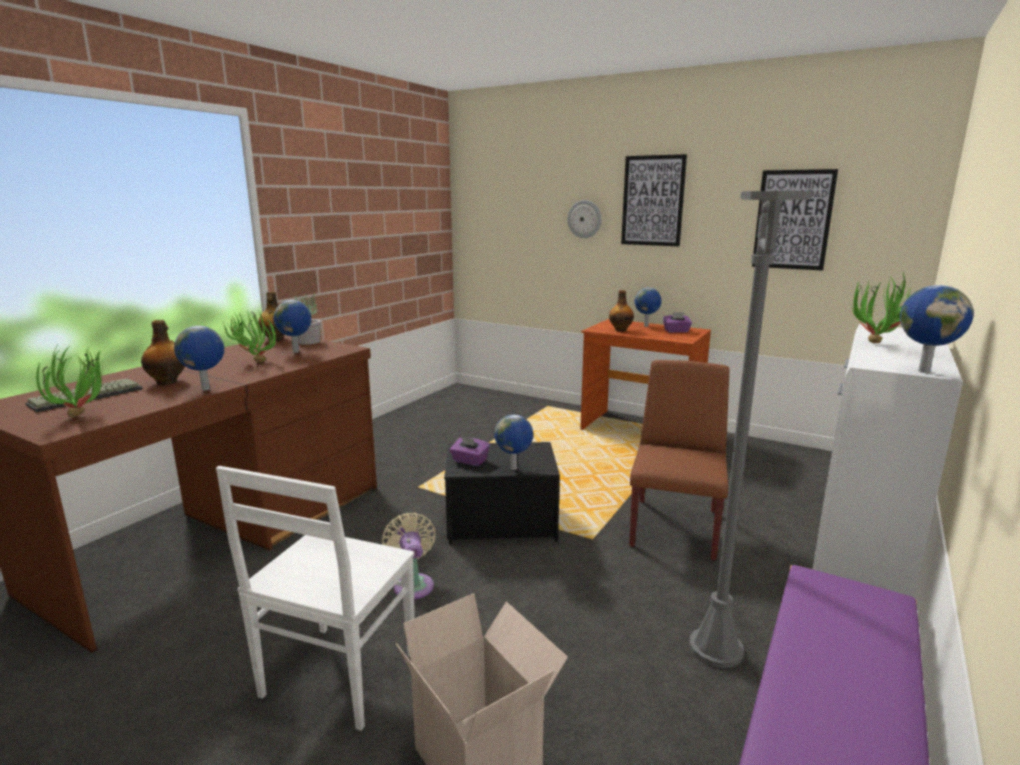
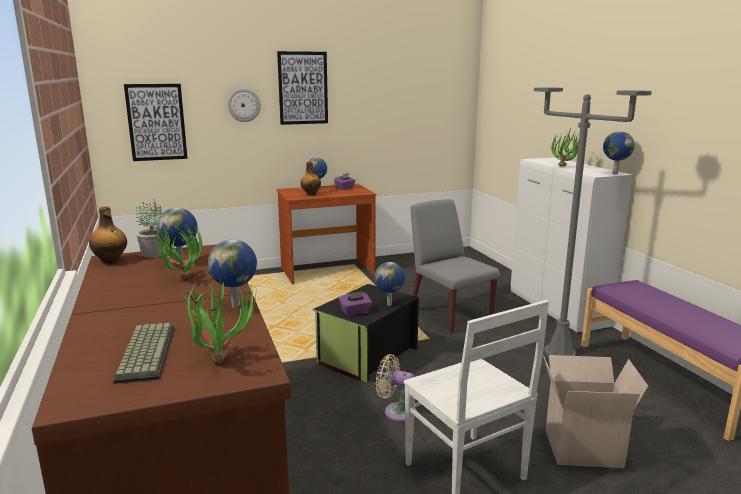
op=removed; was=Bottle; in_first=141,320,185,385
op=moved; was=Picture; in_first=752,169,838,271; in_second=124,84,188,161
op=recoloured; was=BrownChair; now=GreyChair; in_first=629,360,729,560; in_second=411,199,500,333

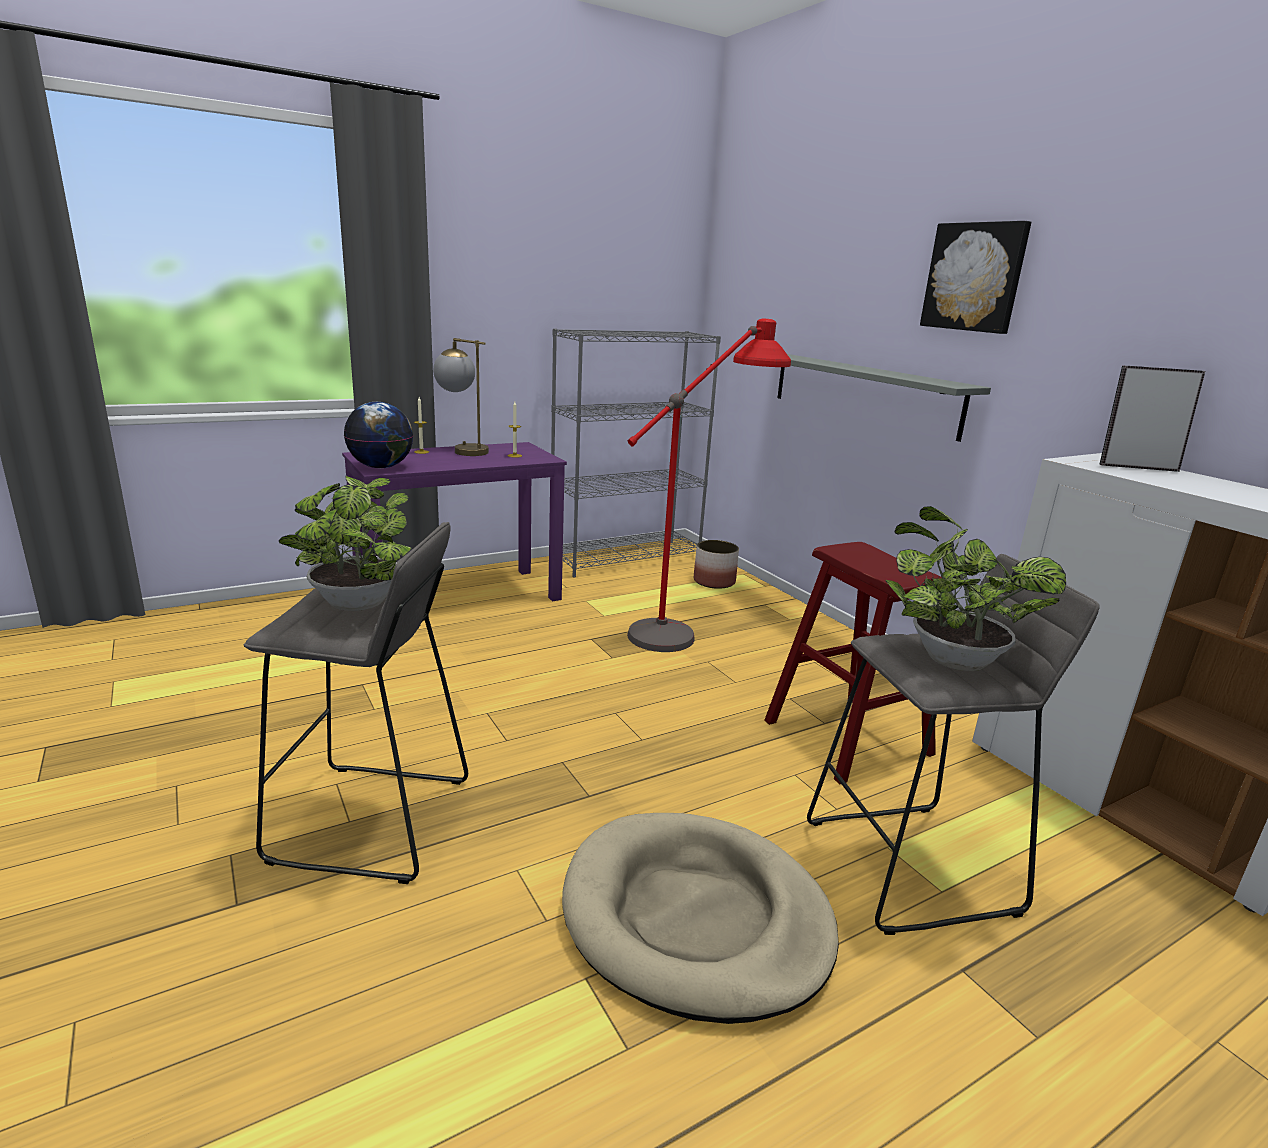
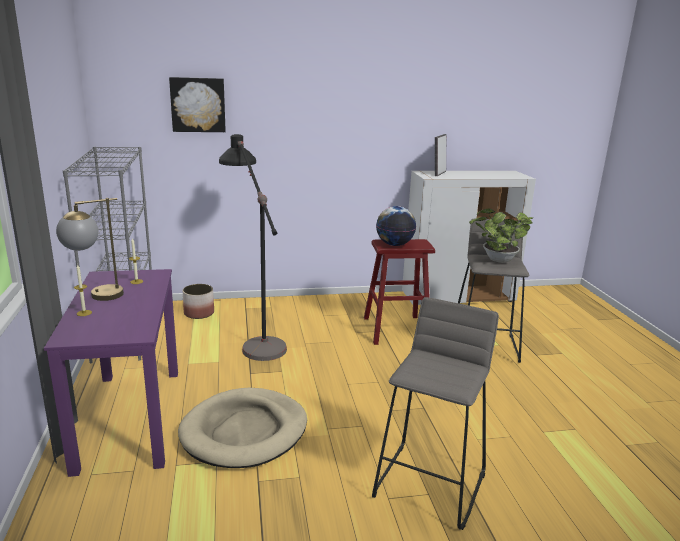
op=removed; was=PottedPlant; in_first=279,476,411,611
op=removed; was=GreyShelf; in_first=778,354,991,442
op=moved; was=Globe; in_first=344,402,413,468; in_second=376,206,416,246
op=moved; was=BeigeDogBed; in_first=562,813,839,1024; in_second=178,388,307,468
op=moved; was=Picture; in_first=920,221,1031,334; in_second=169,77,226,132
op=recoloured; was=RedFloorLamp; now=BlackFloorLamp; in_first=627,319,791,652; in_second=219,134,287,361

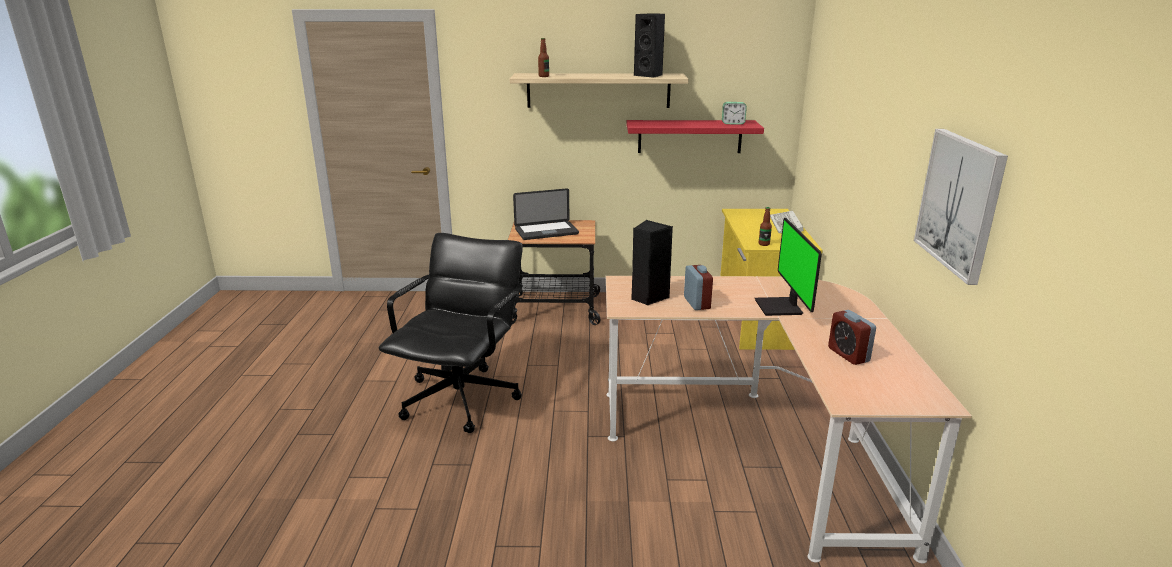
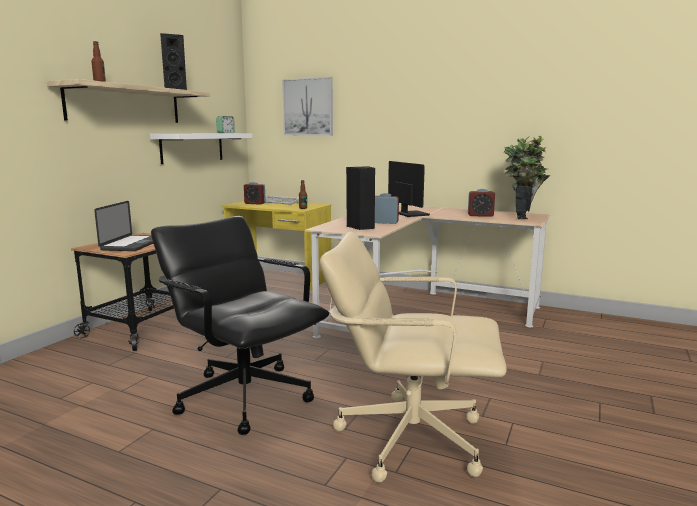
op=added; now=AlarmClock; in_second=244,182,266,205
op=added; now=BeigeOfficeChair; in_second=319,231,507,483
op=added; now=PottedPlant; in_second=504,136,551,219
op=moved; was=Picture; in_first=914,129,1008,285; in_second=282,77,333,136
op=recoloured; was=RedShelf; now=WhiteShelf; in_first=627,120,764,153; in_second=150,133,252,164
op=turned; was=Monitor; in_first=755,218,822,316; in_second=388,161,430,217; clockwise=-135

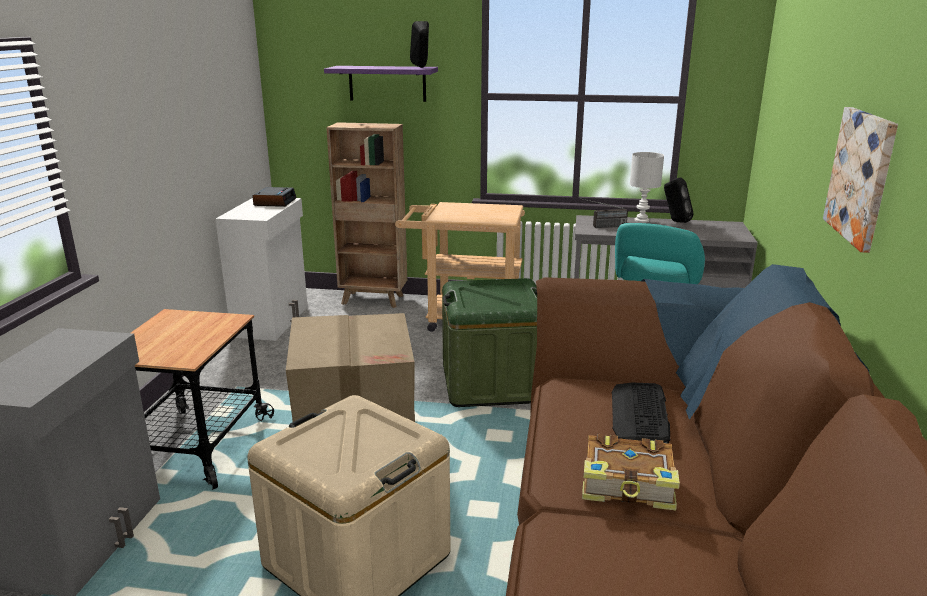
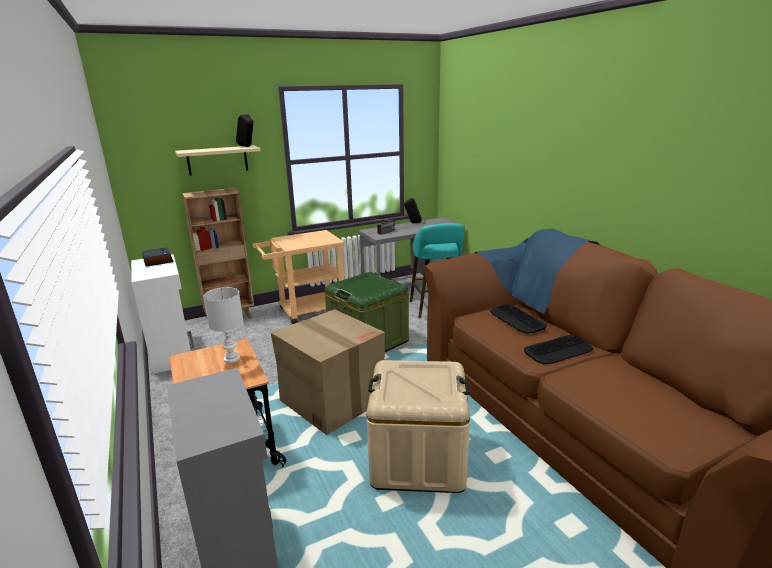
op=removed; was=Picture; in_first=823,107,898,253
op=moved; was=WhiteTableLamp; in_first=630,152,664,223; in_second=203,287,244,363
op=replaced; was=Book; now=Keyboard; in_first=582,434,680,510; in_second=524,334,594,364
op=recoloured; was=PurpleShelf; now=BeigeShelf; in_first=324,66,438,102; in_second=175,146,261,176

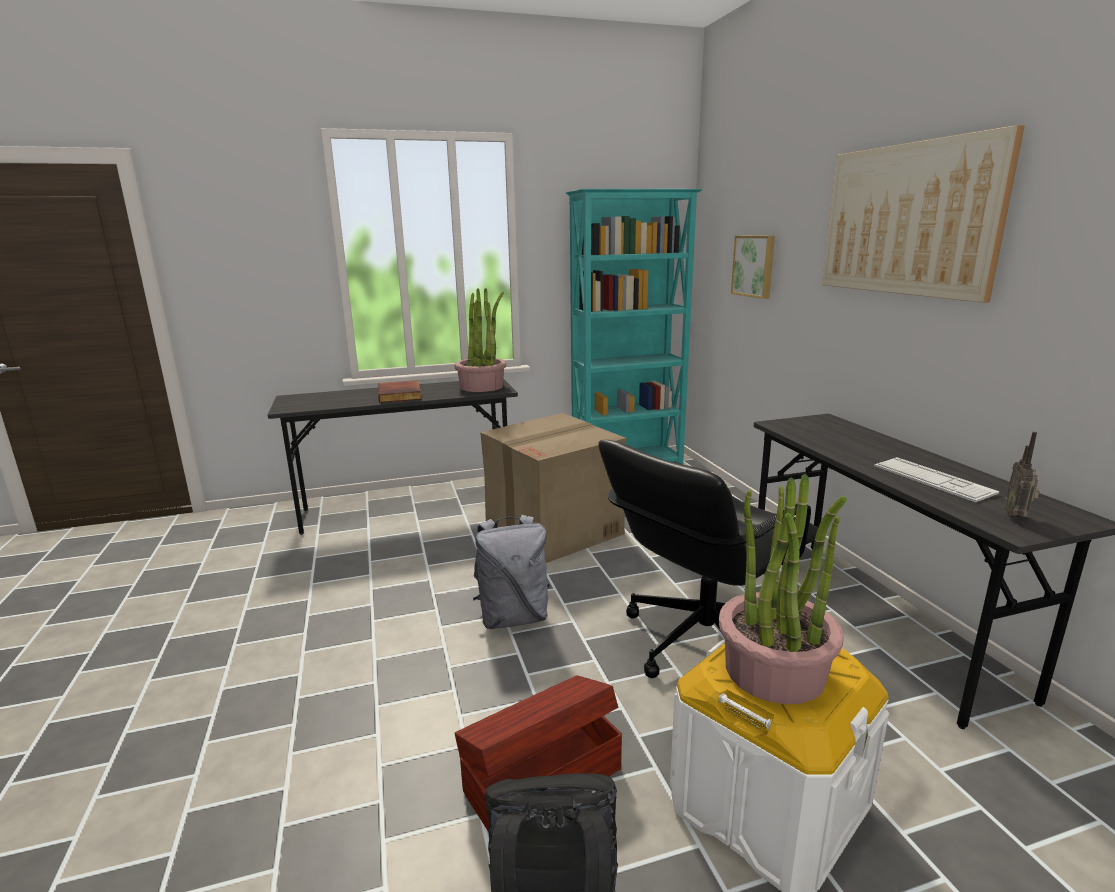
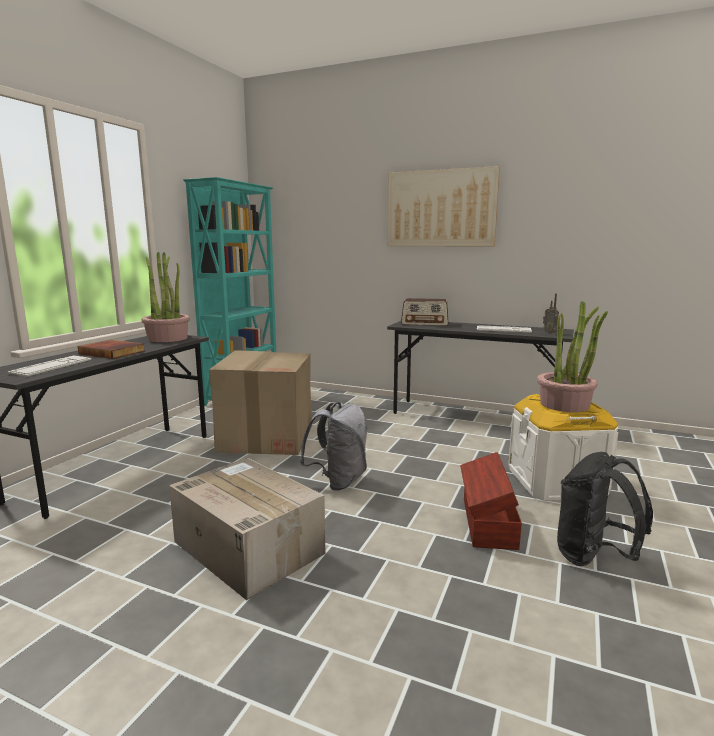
op=removed; was=BlackOfficeChair; in_first=599,440,818,678
op=removed; was=Picture; in_first=731,236,775,299
op=added; now=Keyboard; in_second=8,355,91,377
op=added; now=CardboardBox; in_second=169,458,325,600
op=added; now=Radio; in_second=401,298,448,326

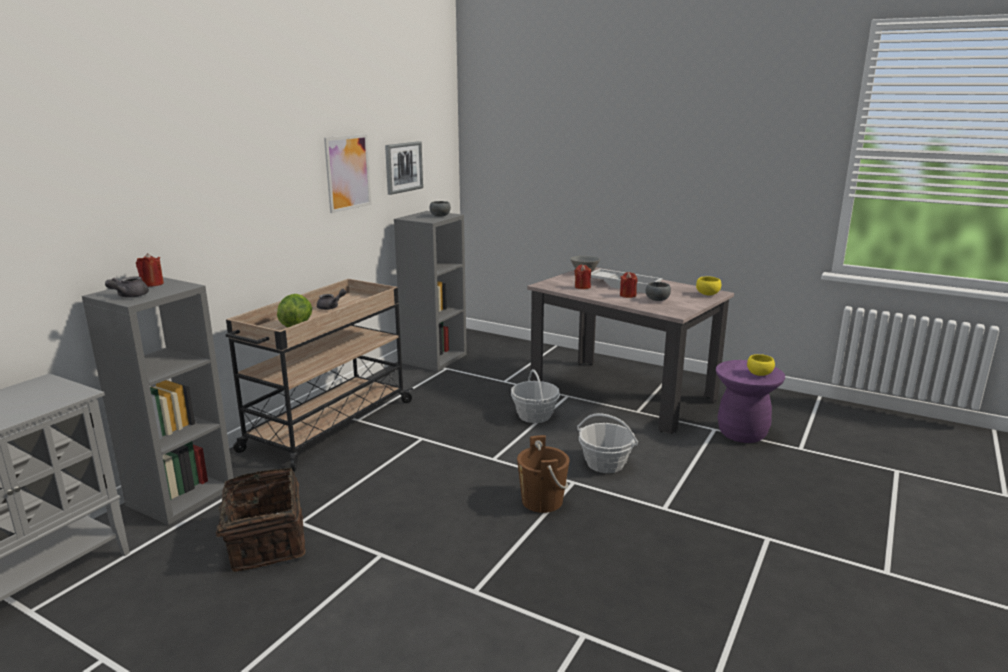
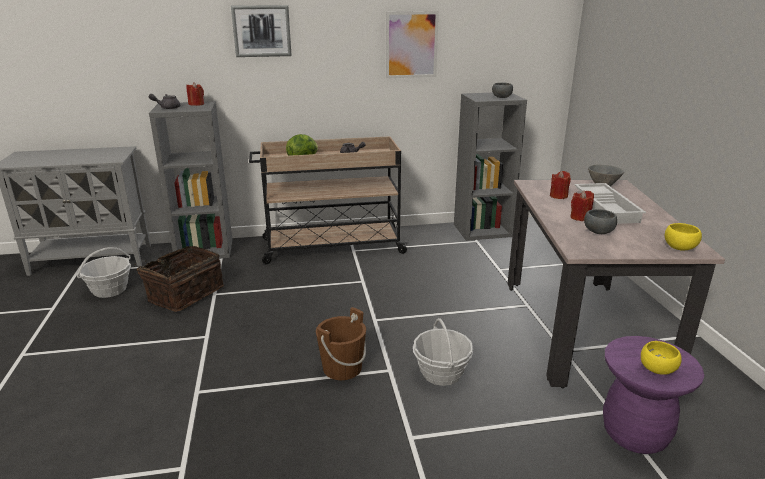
op=moved; was=Picture; in_first=385,141,423,195; in_second=231,5,292,57
op=moved; was=Basket; in_first=511,369,560,423; in_second=77,247,131,298

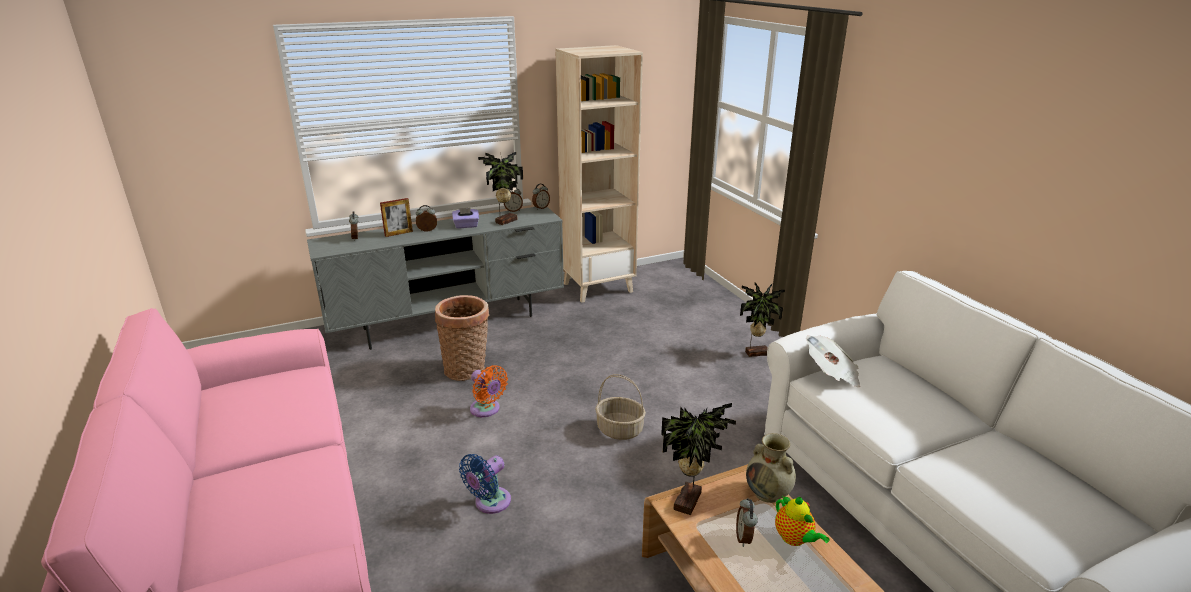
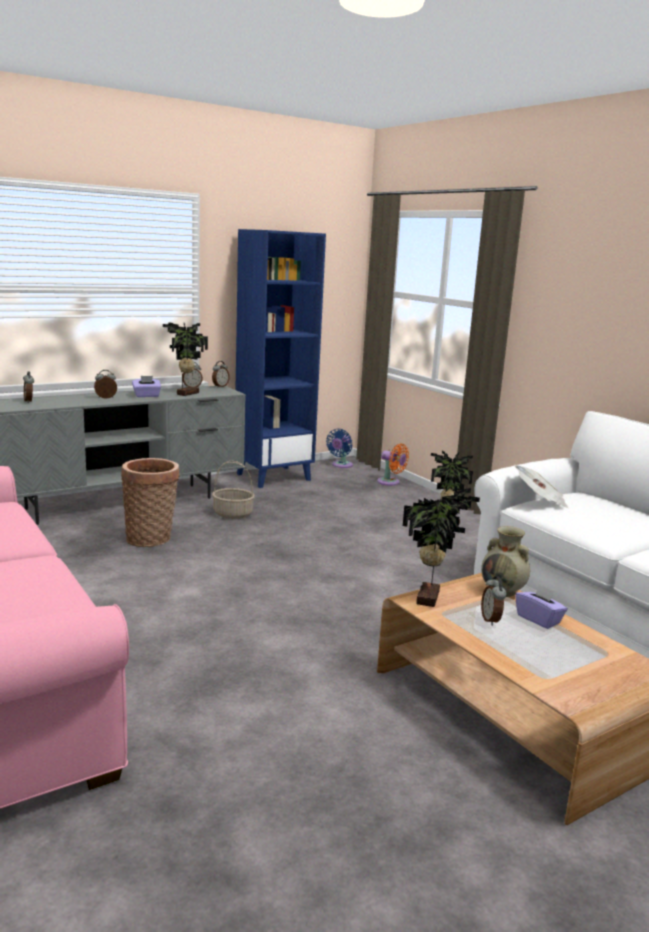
op=removed; was=PictureFrame; in_first=380,198,413,237
op=moved; was=BlueFan; in_first=459,454,511,514; in_second=326,429,353,468
op=moved; was=OrangeFan; in_first=470,365,508,417; in_second=377,443,409,486
op=moved; was=Basket; in_first=595,374,646,440; in_second=212,461,255,519
op=replaced; was=Teapot; now=PurpleTissueBox; in_first=775,496,829,546; in_second=515,584,567,629
op=recoloured; was=BeigeBookcase; now=BlueBookcase; in_first=555,45,643,303; in_second=235,229,326,488

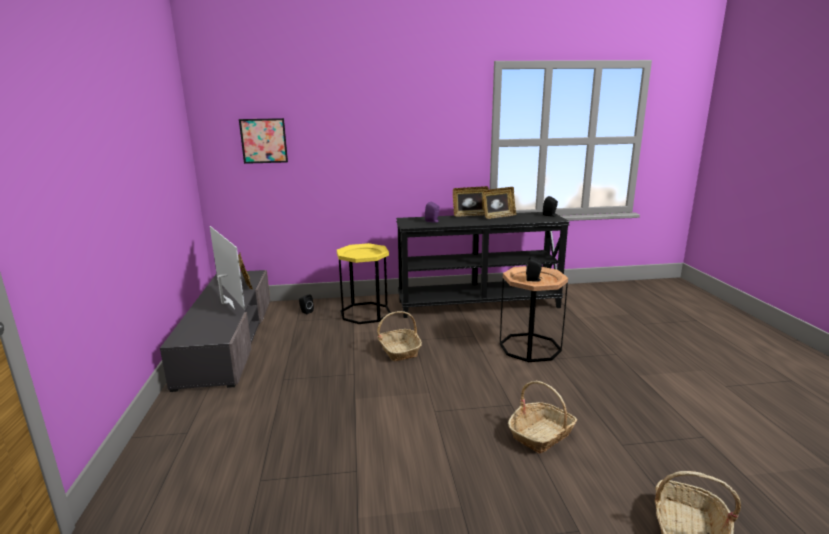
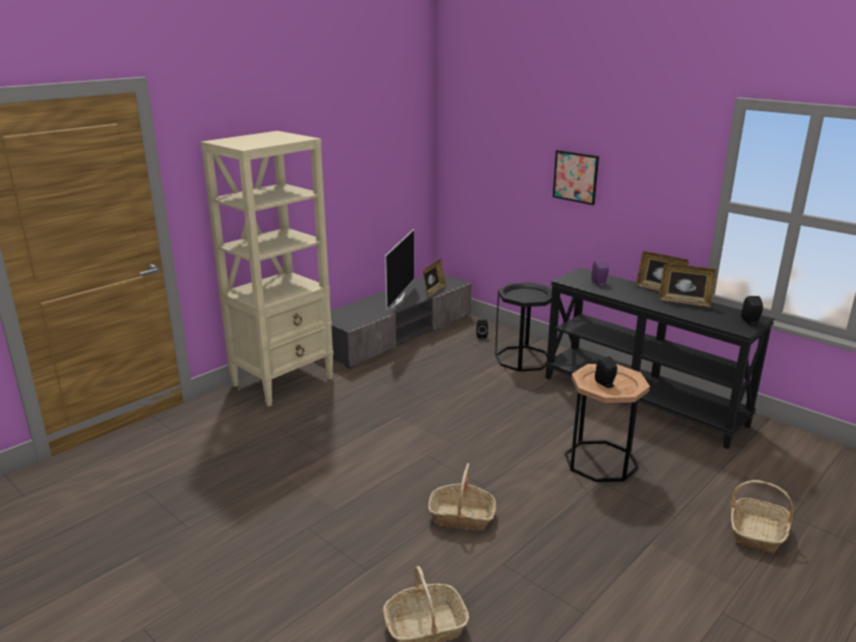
op=added; now=BeigeBookcase; in_second=201,131,334,406
op=moved; was=Picture; in_first=239,118,288,164; in_second=553,150,599,205
op=moved; was=Basket; in_first=377,311,422,361; in_second=731,480,793,554
op=recoloured; was=YellowSideTable; now=BlackSideTable; in_first=337,243,391,324; in_second=495,282,552,372

